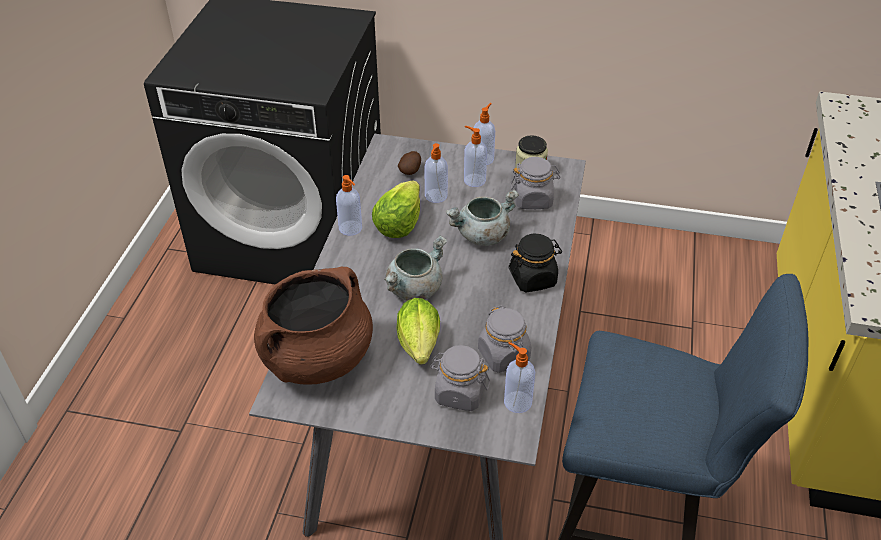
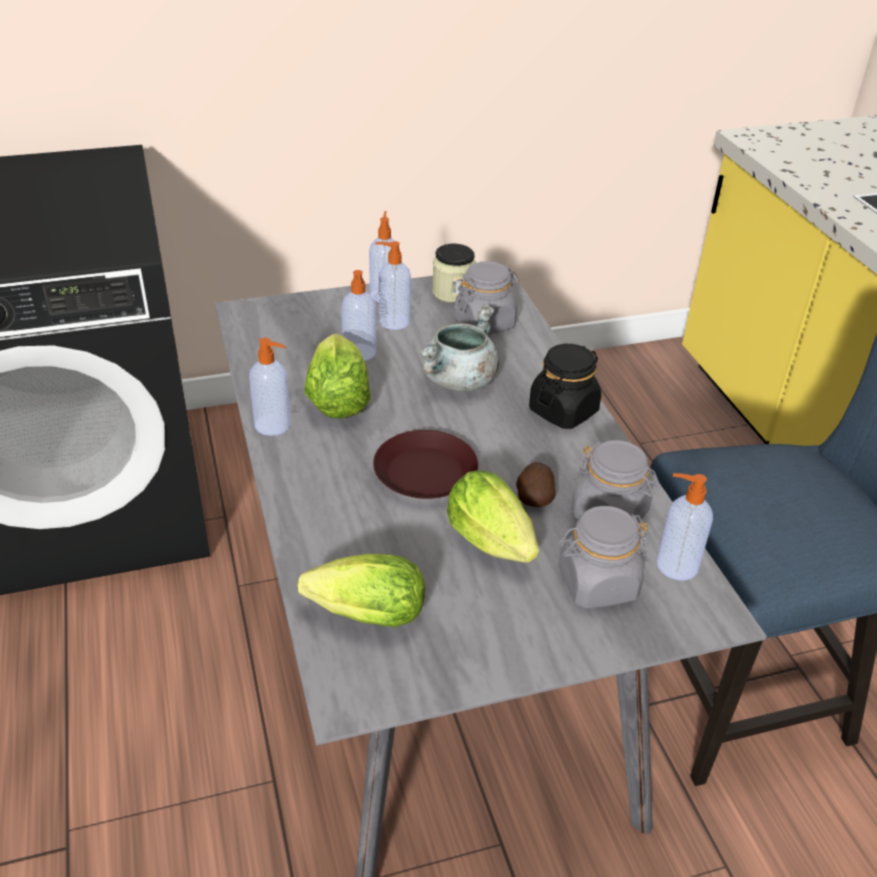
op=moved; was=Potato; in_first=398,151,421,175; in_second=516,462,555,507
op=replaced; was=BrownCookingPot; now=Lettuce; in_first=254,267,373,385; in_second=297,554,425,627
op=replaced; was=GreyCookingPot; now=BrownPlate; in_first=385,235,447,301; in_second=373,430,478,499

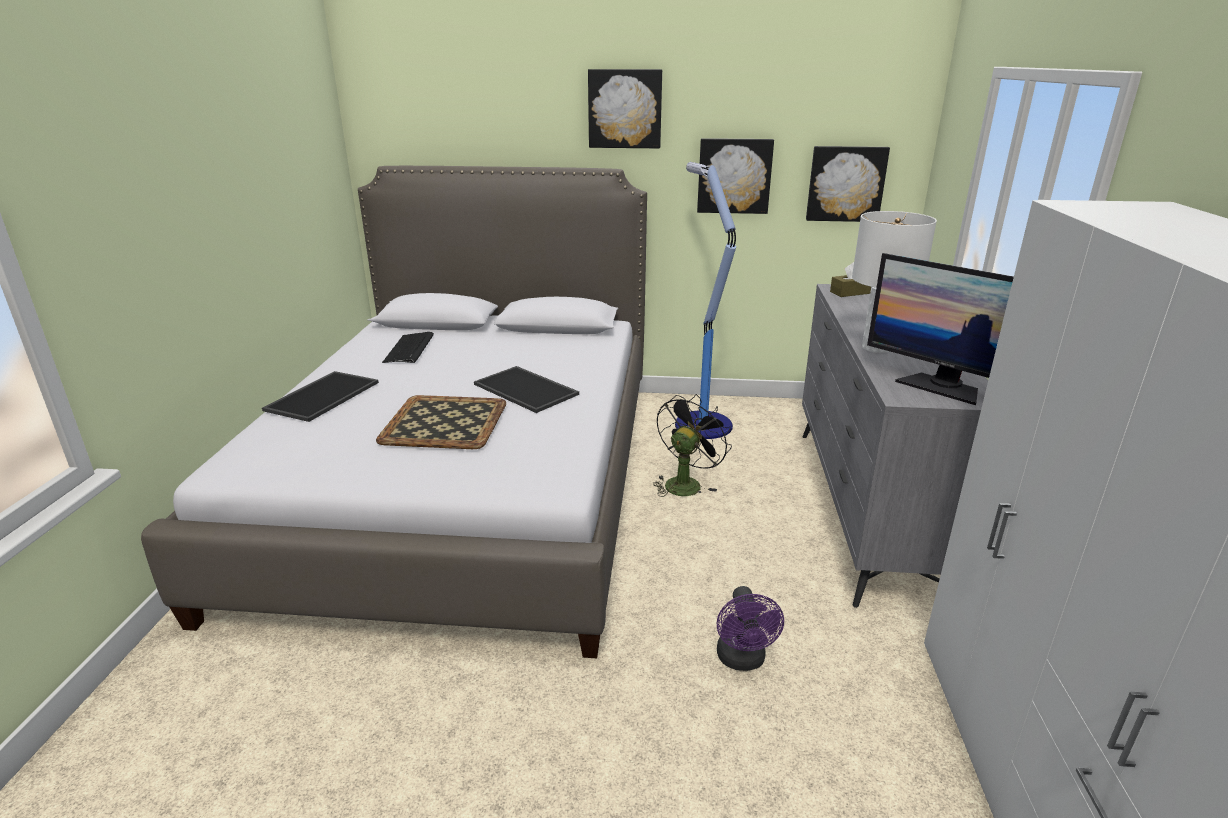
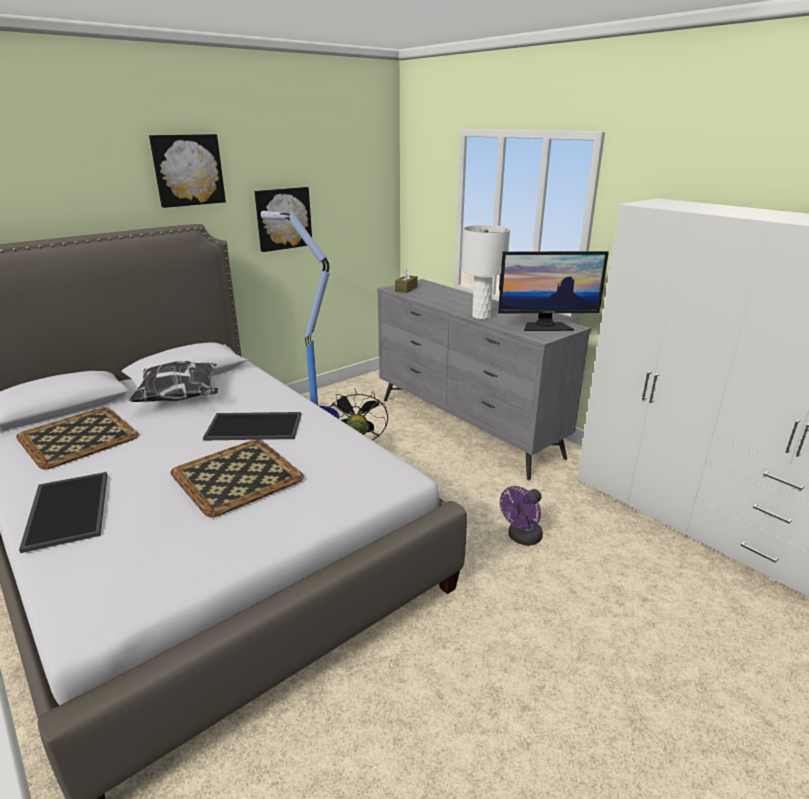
op=removed; was=Picture; in_first=806,146,890,222
op=added; now=Pillow; in_second=129,361,218,402
op=replaced; was=Keyboard; now=Tray; in_first=382,332,434,363; in_second=16,407,139,470
op=turned; was=PurpleFan; in_first=717,586,784,671; in_second=500,486,543,546; clockwise=90

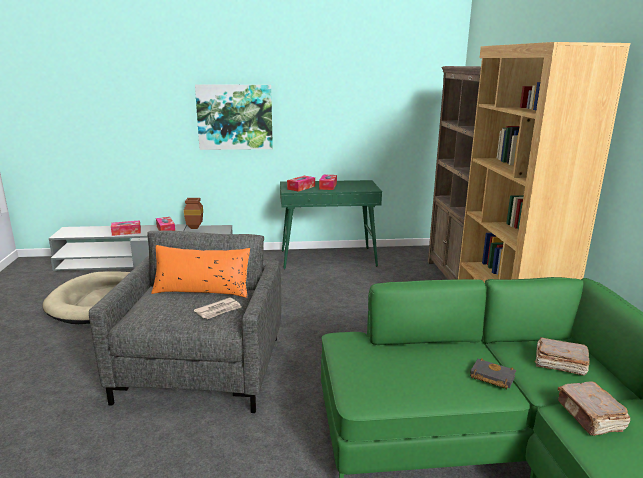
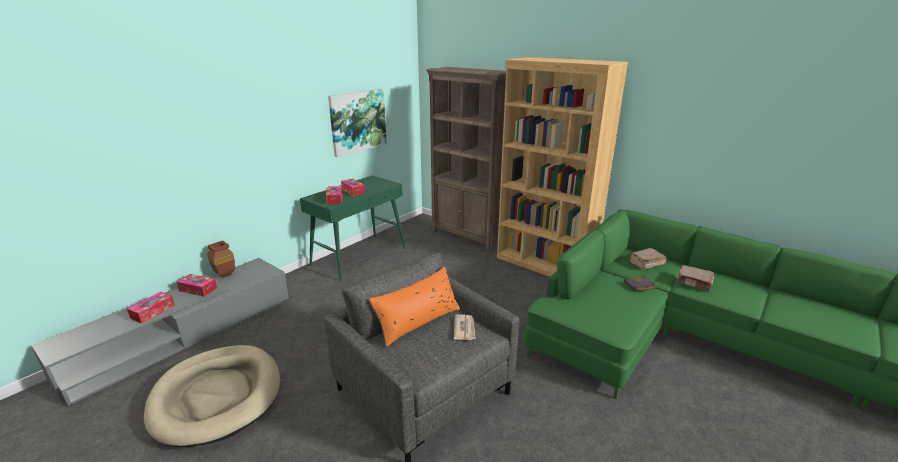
op=moved; was=Picture; in_first=195,84,273,150; in_second=328,89,387,157

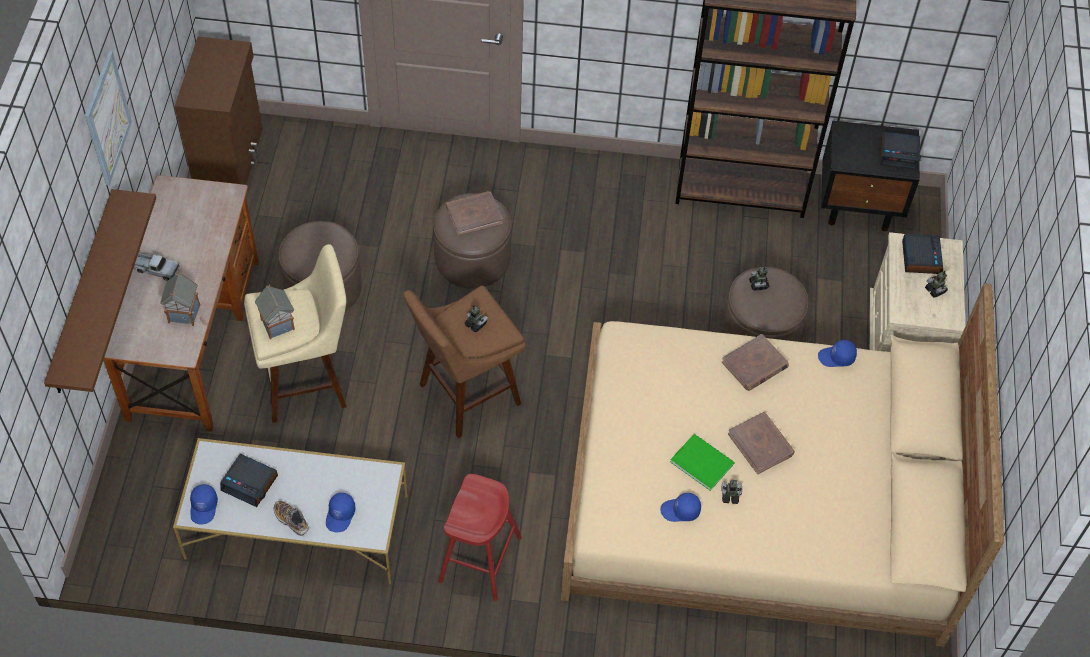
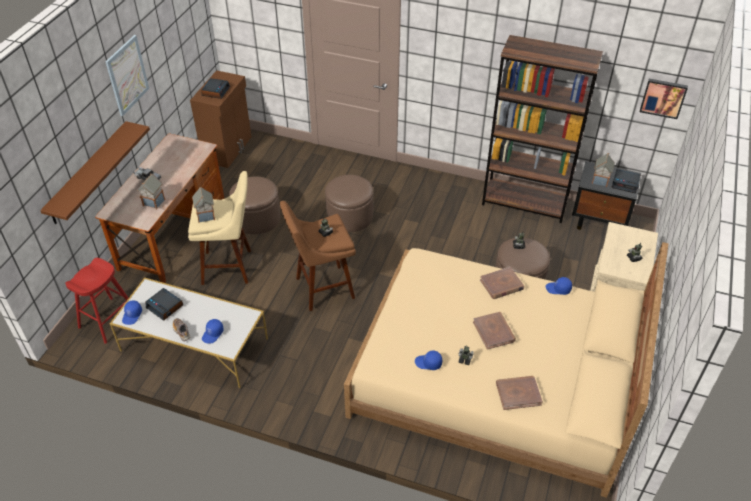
op=removed; was=GreenBook; in_first=670,434,735,491
op=added; now=ToyHouse; in_second=591,153,615,187
op=added; now=Picture; in_second=640,79,688,119
op=moved; was=RedStool; in_first=438,474,522,601; in_second=65,258,129,344
op=moved; was=BrownBook; in_first=446,191,503,236; in_second=496,376,543,410
op=moved; was=AlarmClock; in_first=902,234,943,274; in_second=201,78,230,99

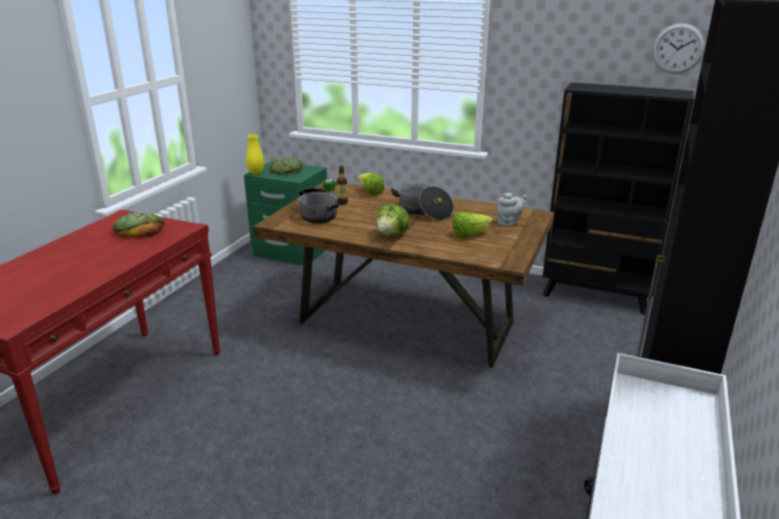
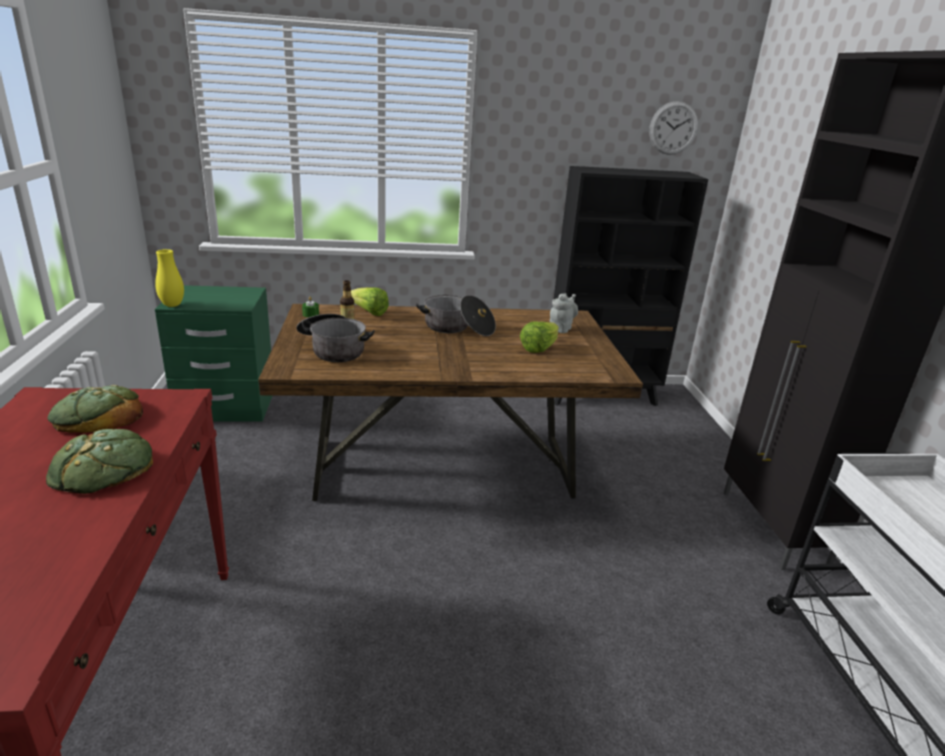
op=removed; was=Lettuce; in_first=376,204,409,236
op=moved; was=Bread; in_first=268,156,303,174; in_second=46,429,153,494

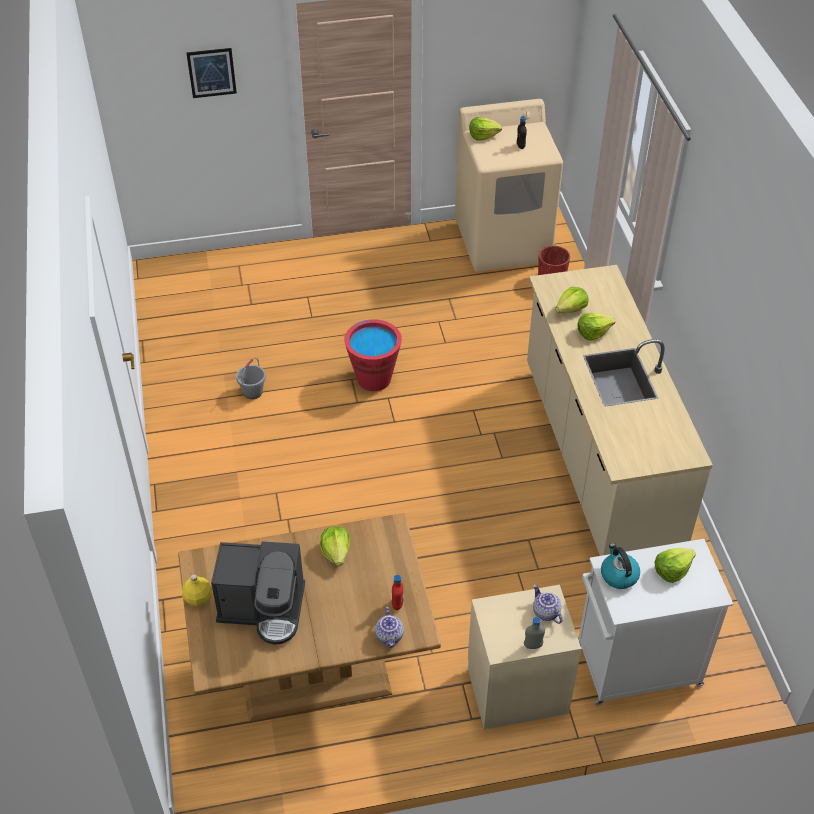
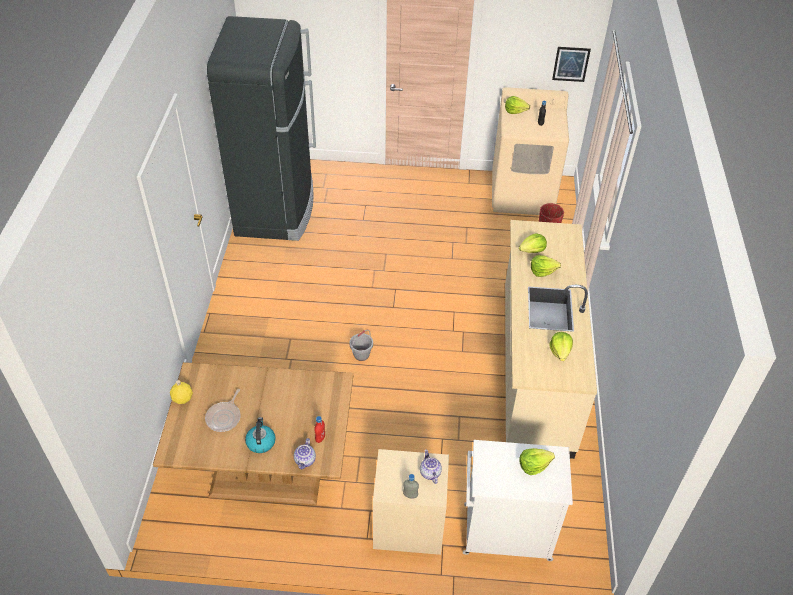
op=removed; was=RedBucket; in_first=344,319,402,391
op=added; now=BlackFridge; in_second=207,16,316,241
op=moved; was=Picture; in_first=186,48,237,98; in_second=552,47,591,82
op=moved; was=GreyBucket; in_first=236,358,266,399; in_second=349,330,373,361
op=moved; was=Lettuce; in_first=320,526,350,566; in_second=549,332,573,361
op=moved; was=Kettle; in_first=601,543,640,589; in_second=245,417,276,453
op=replaced; was=CoffeeMachine; now=FryingPan; in_first=211,541,305,645; in_second=205,389,240,432

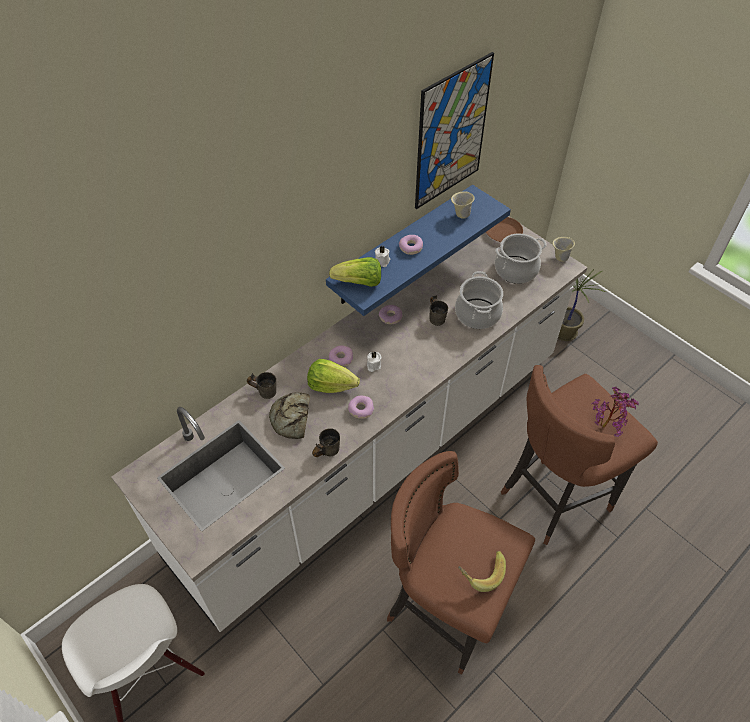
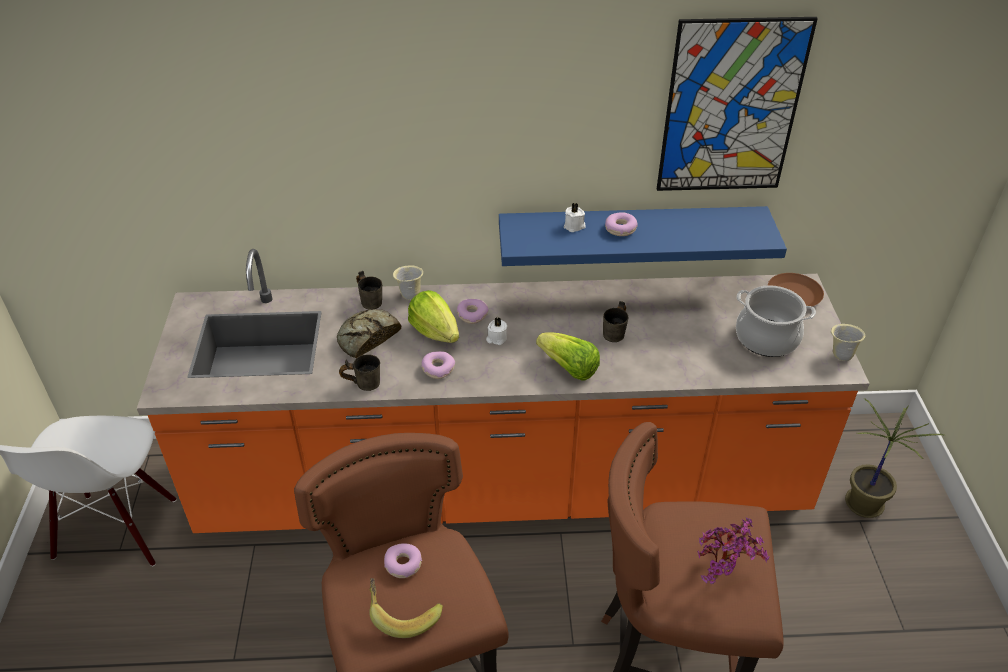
op=removed; was=CookingPot; in_first=455,271,503,329
op=moved; was=Lettuce; in_first=329,257,381,287; in_second=536,333,600,381
op=moved; was=Donut; in_first=379,305,403,324; in_second=384,543,422,578
op=moved; was=BeigeMug; in_first=451,191,475,219; in_second=393,265,423,300
op=recoloured; was=WhiteCounter; now=OrangeCounter; in_first=111,216,588,632; in_second=137,249,870,533

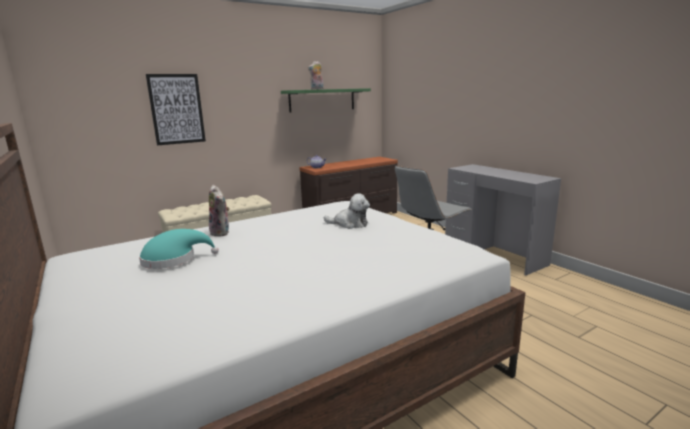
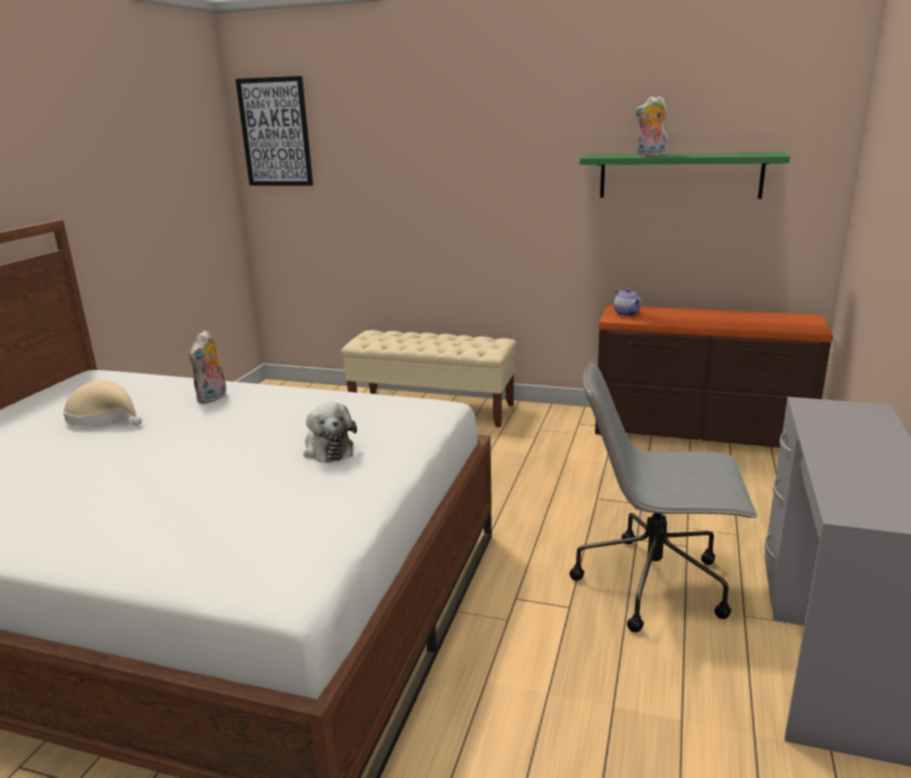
op=moved; was=Picture; in_first=146,74,206,145; in_second=236,76,313,186
op=recoloured; was=TurquoiseHat; now=BeigeHat; in_first=139,229,219,269; in_second=63,380,142,426

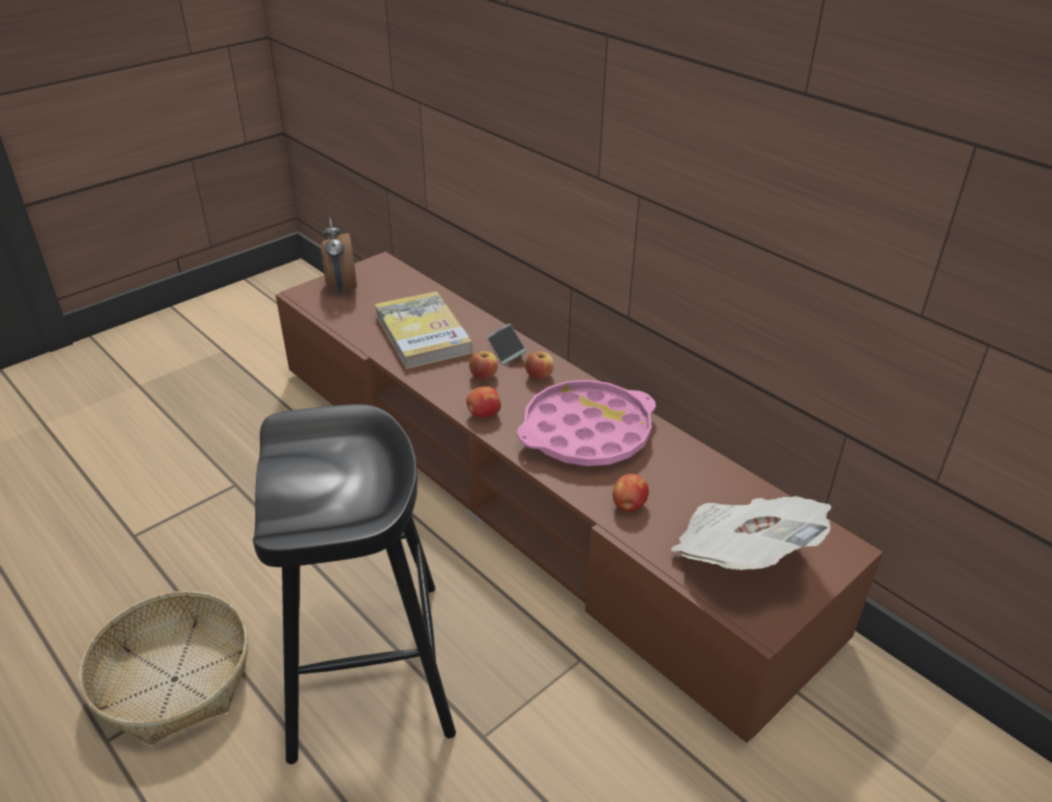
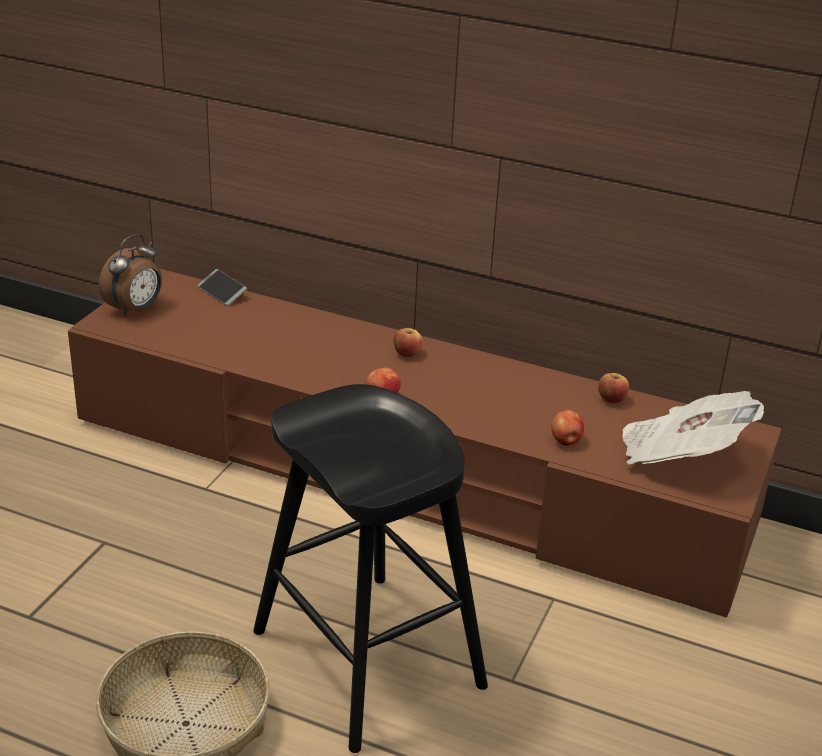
op=removed; was=Book; in_first=375,291,472,369
op=removed; was=PinkTray; in_first=517,380,656,466
op=moved; was=Apple; in_first=469,351,498,380; in_second=598,373,629,404
op=moved; was=Phone; in_first=487,323,526,365; in_second=197,269,247,306
op=turned; was=AlarmClock; in_first=320,217,357,294; in_second=99,234,162,316; clockwise=-105

